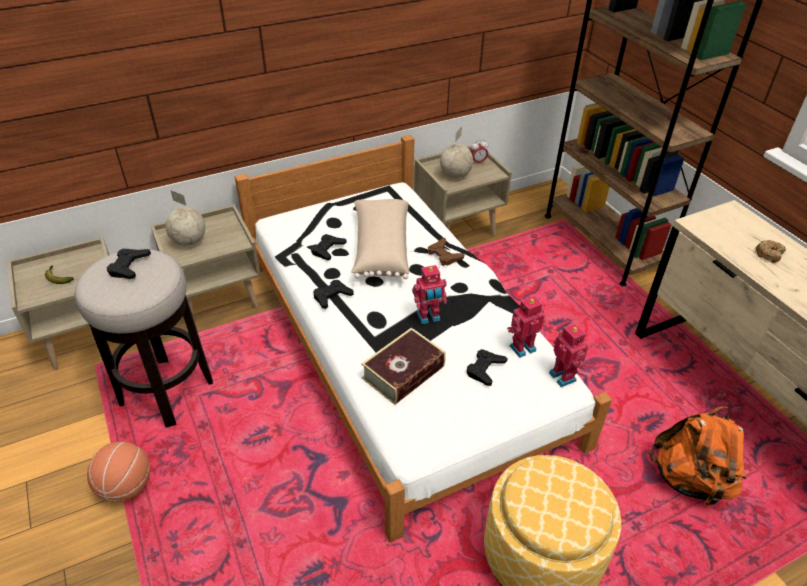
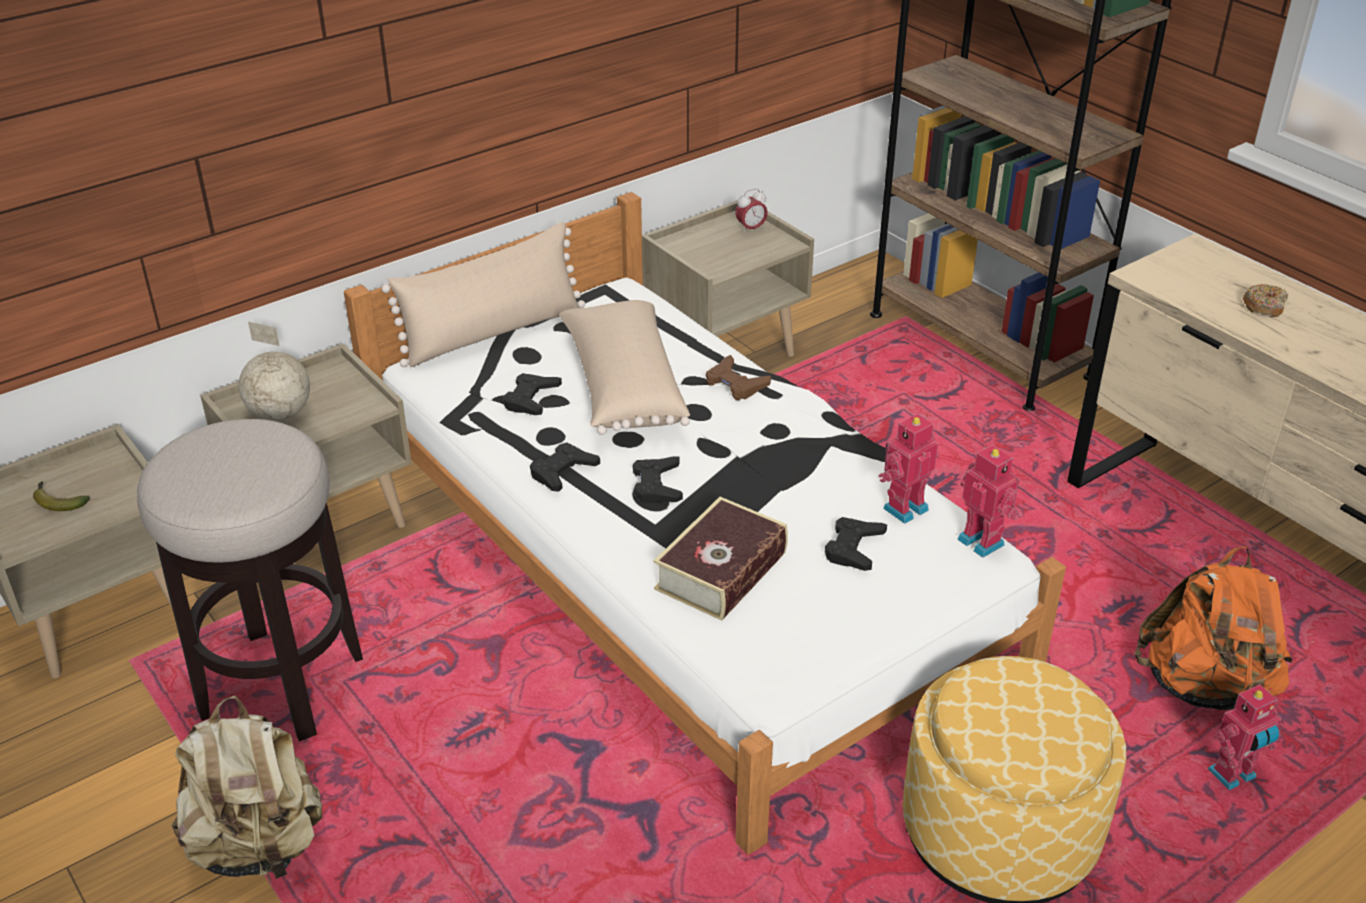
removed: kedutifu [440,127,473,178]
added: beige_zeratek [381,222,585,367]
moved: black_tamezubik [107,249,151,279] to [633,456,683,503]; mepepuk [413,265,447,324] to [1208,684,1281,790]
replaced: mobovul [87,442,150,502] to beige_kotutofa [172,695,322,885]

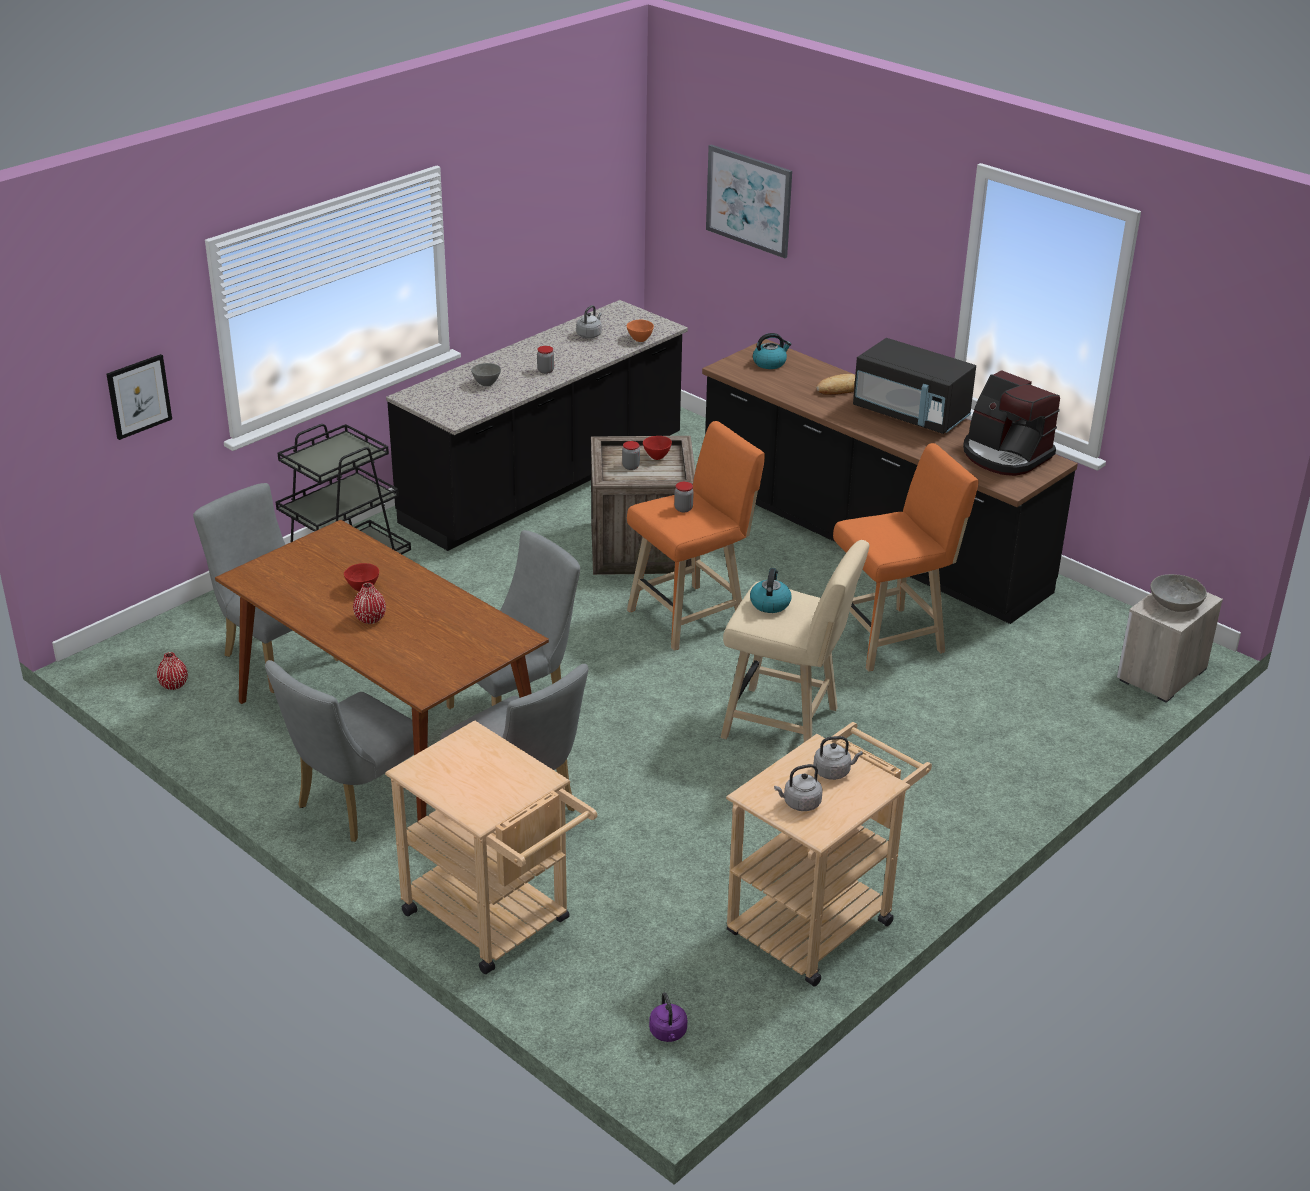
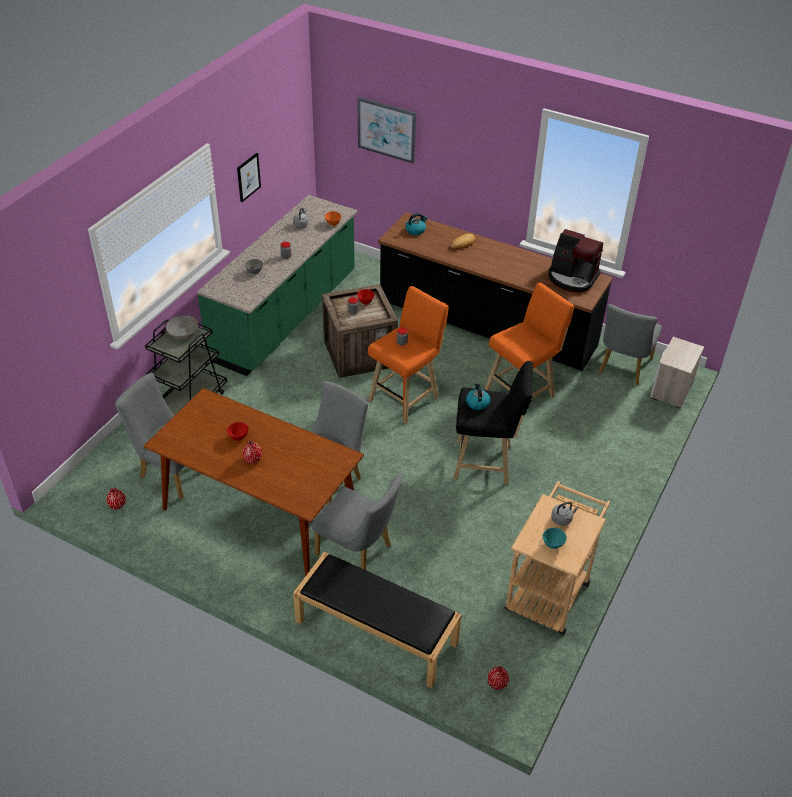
removed: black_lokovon [853,338,976,434]
moved: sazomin [106,354,172,440] to [237,153,261,202]; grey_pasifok [1150,574,1207,612] to [166,316,198,340]; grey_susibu [265,660,414,842] to [599,304,662,385]
replaced: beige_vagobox [385,720,597,974] to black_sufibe [293,552,462,688]; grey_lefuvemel [774,764,823,811] to turquoise_pasifok [543,528,567,549]; purple_lefuvemel [649,992,687,1042] to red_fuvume [488,666,509,690]
recoloured: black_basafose [386,300,688,551] to green_basafose [197,195,357,376]; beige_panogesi [721,540,869,742] to black_panogesi [454,361,533,485]

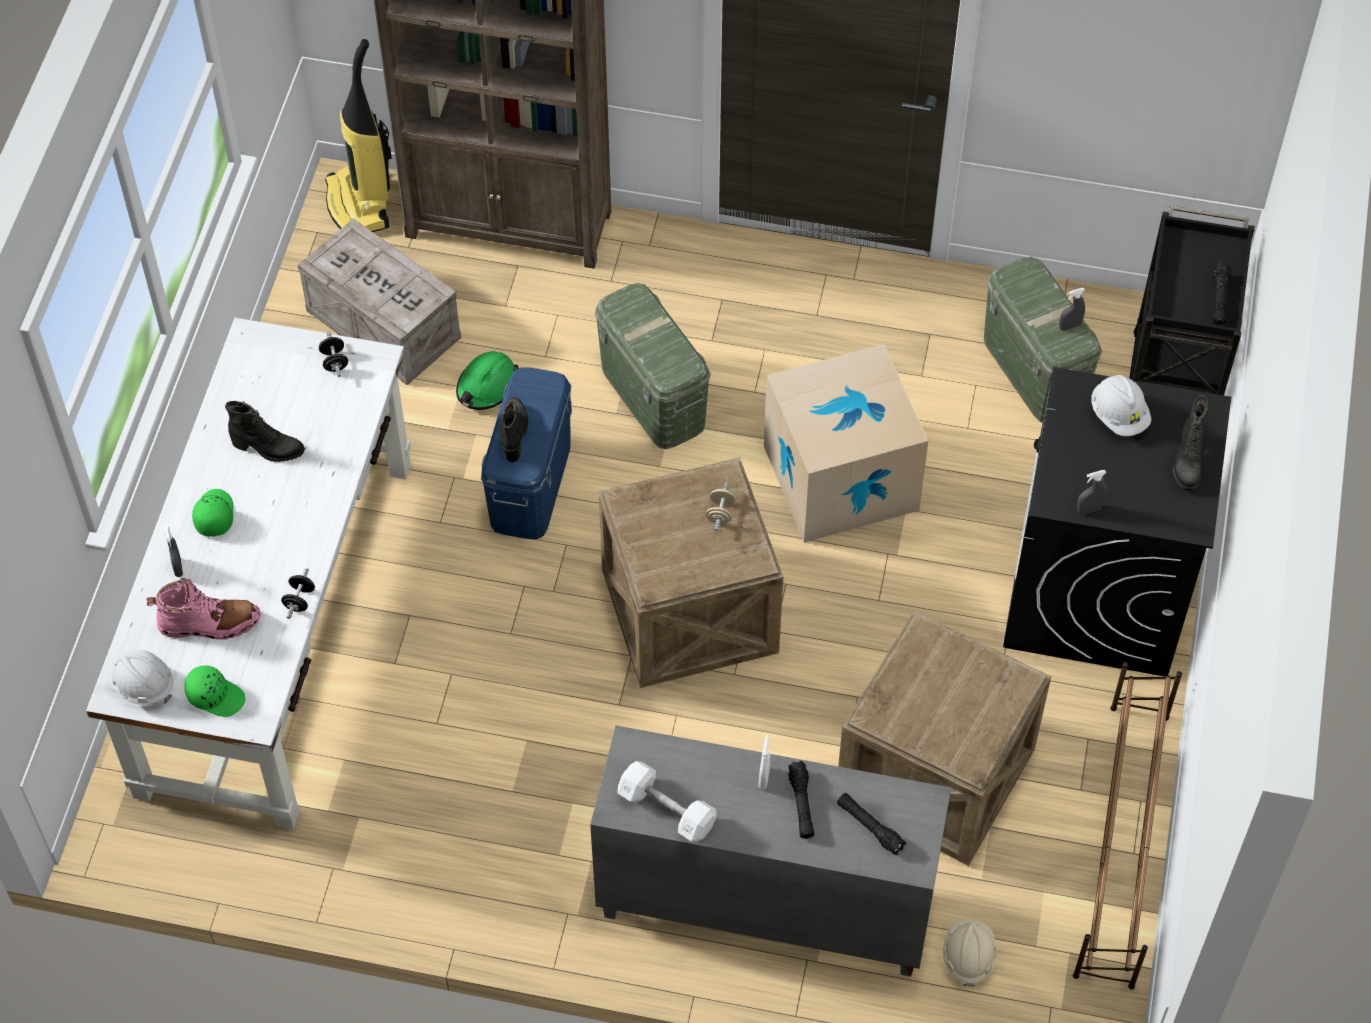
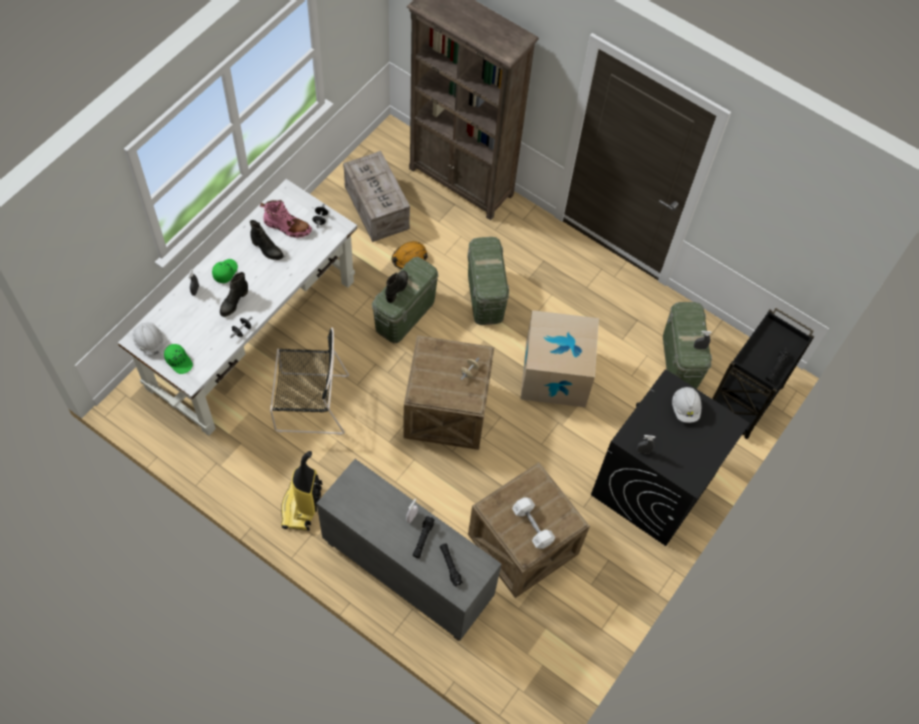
removed: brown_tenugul [1073,662,1182,990]; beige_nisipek [943,920,997,987]
added: black_susibu [270,327,349,435]
moved: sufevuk [325,39,392,232] to [281,451,322,531]; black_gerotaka [1173,395,1209,491] to [220,272,248,317]; pink_gerotaka [146,578,261,640] to [260,200,312,238]; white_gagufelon [618,761,717,842] to [512,497,555,549]
recoloured: green_nisipek [456,351,519,410] to orange_nisipek [391,241,428,269]; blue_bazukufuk [481,367,572,539] to green_bazukufuk [372,257,438,343]

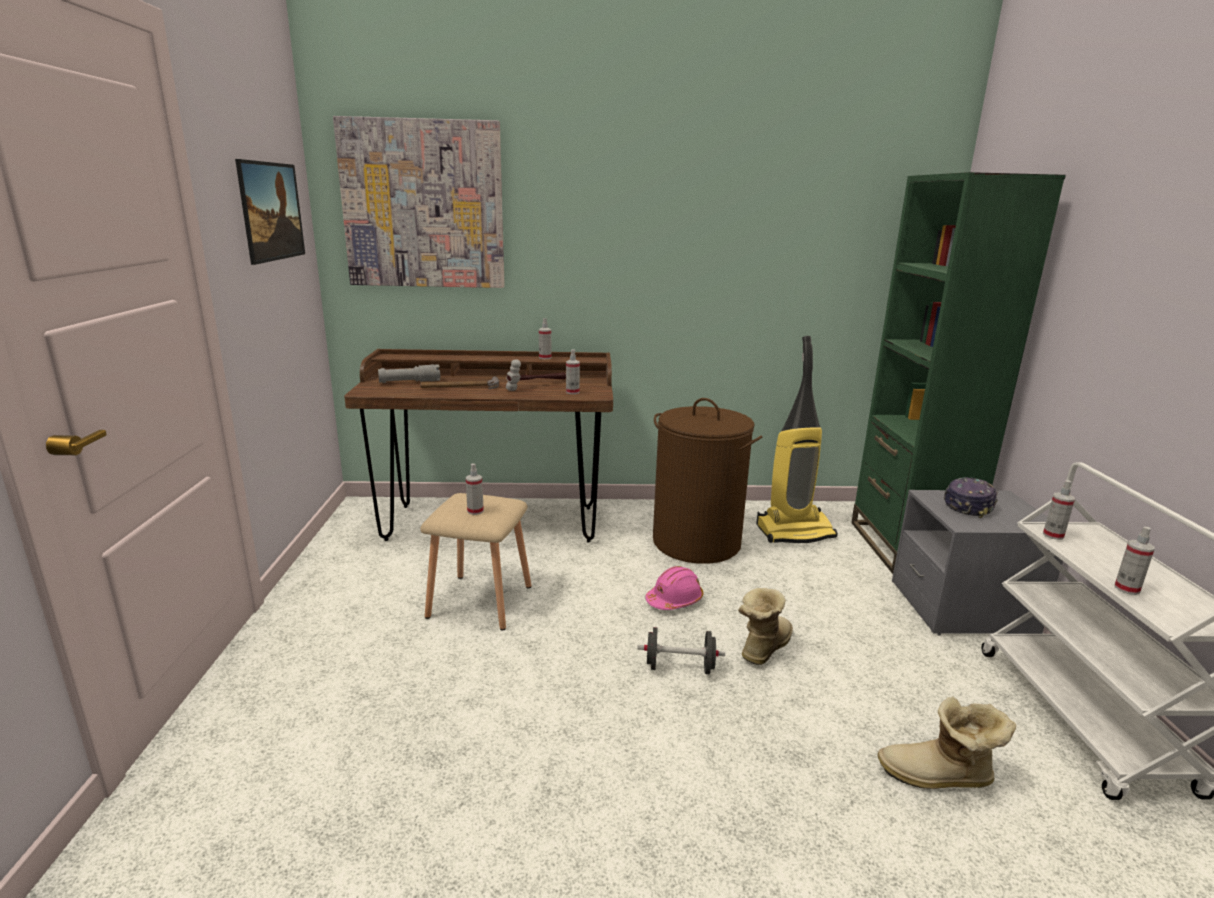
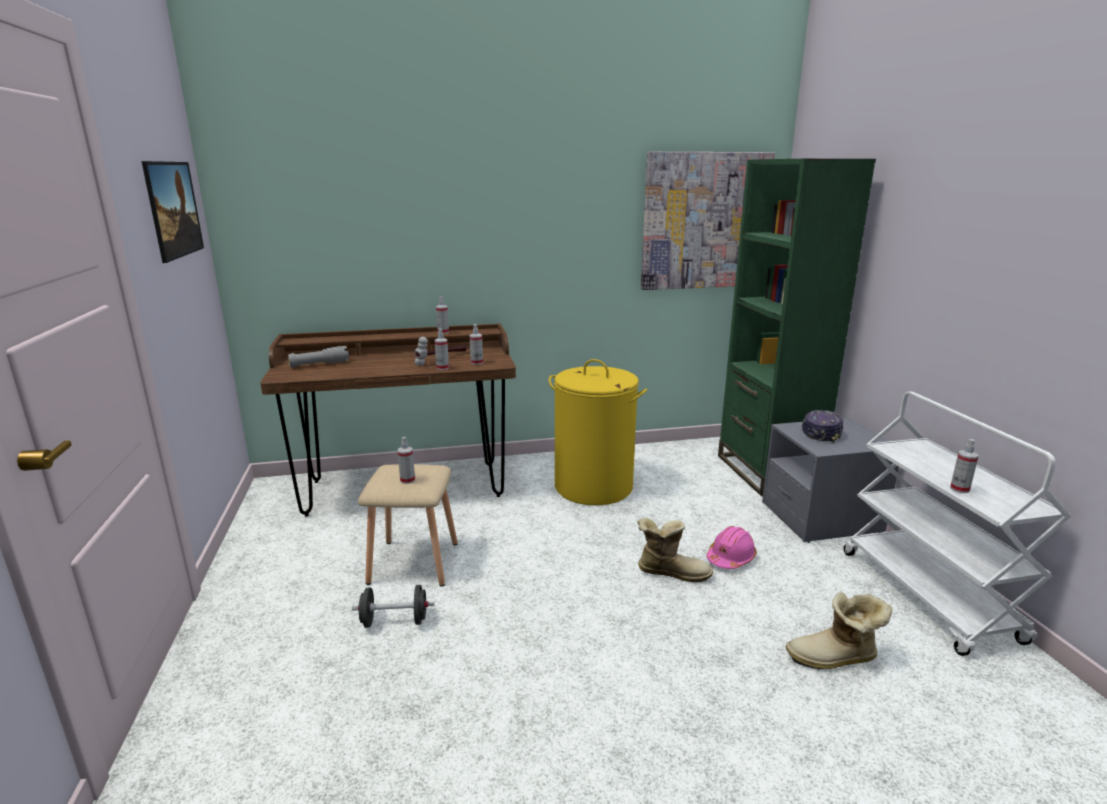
removed: sufevuk [756,336,837,543]; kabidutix [420,377,499,389]
moved: sazomin [333,116,505,288] to [641,152,775,290]; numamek [1043,480,1075,540] to [435,328,449,370]; pink_nisipek [645,566,703,610] to [706,526,757,569]; black_gagufelon [637,627,725,674] to [352,585,434,628]
recoloured: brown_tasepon [653,398,762,564] to yellow_tasepon [549,359,647,505]
turned: gerotaka [738,588,793,665] = [637,518,713,583] 75 degrees clockwise

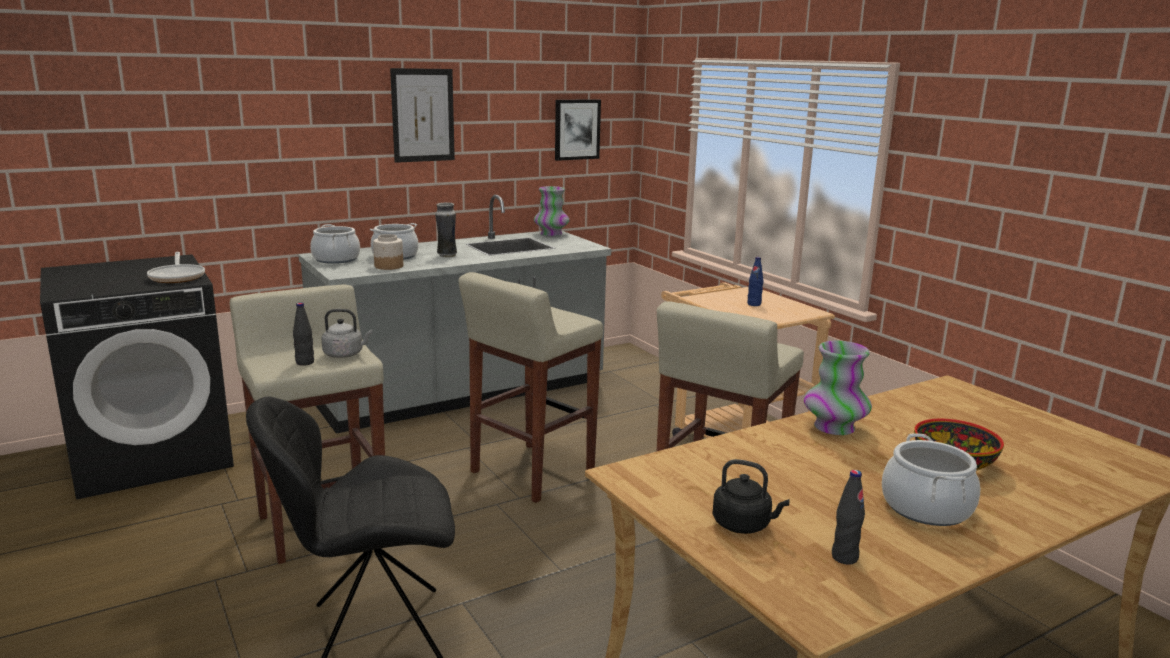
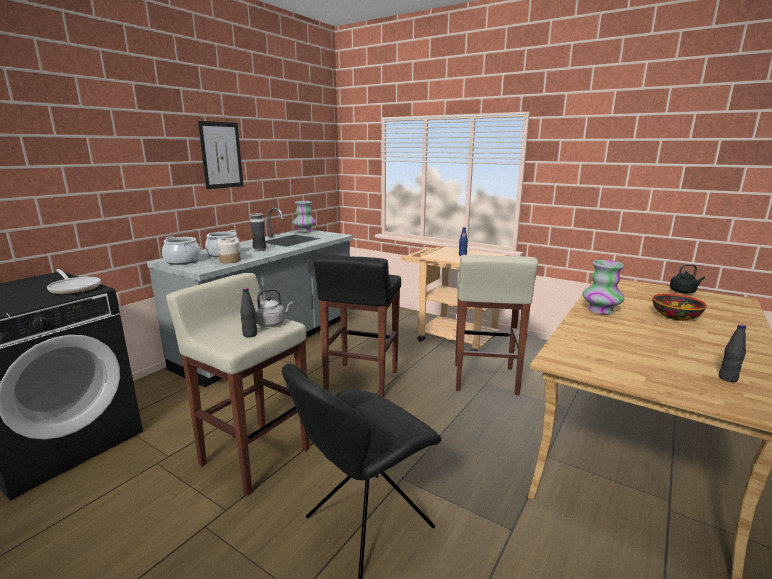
removed: sazomin [555,99,601,161]; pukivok [882,433,980,526]
moved: black_lefuvemel [712,459,790,534] to [670,264,705,294]
recoloured: beige_panogesi [458,272,603,503] to black_panogesi [313,254,401,398]

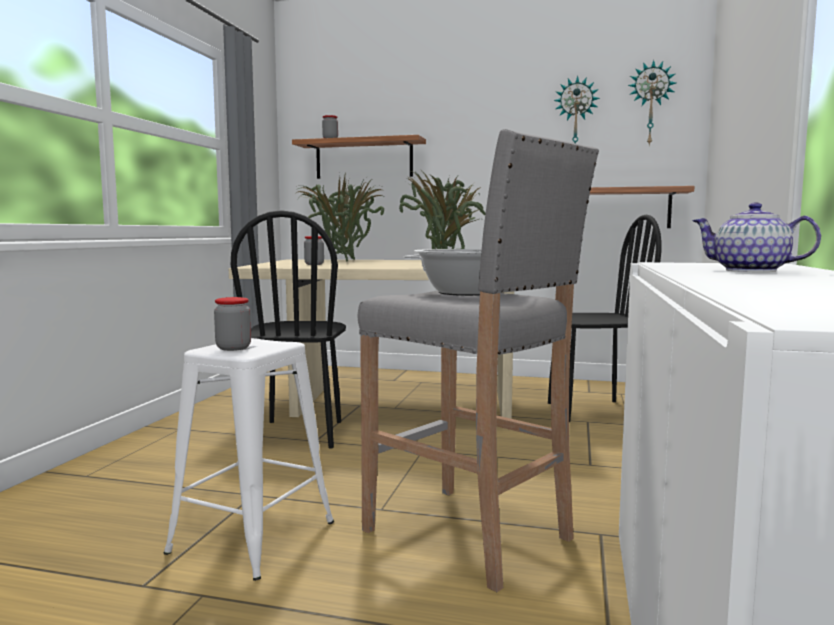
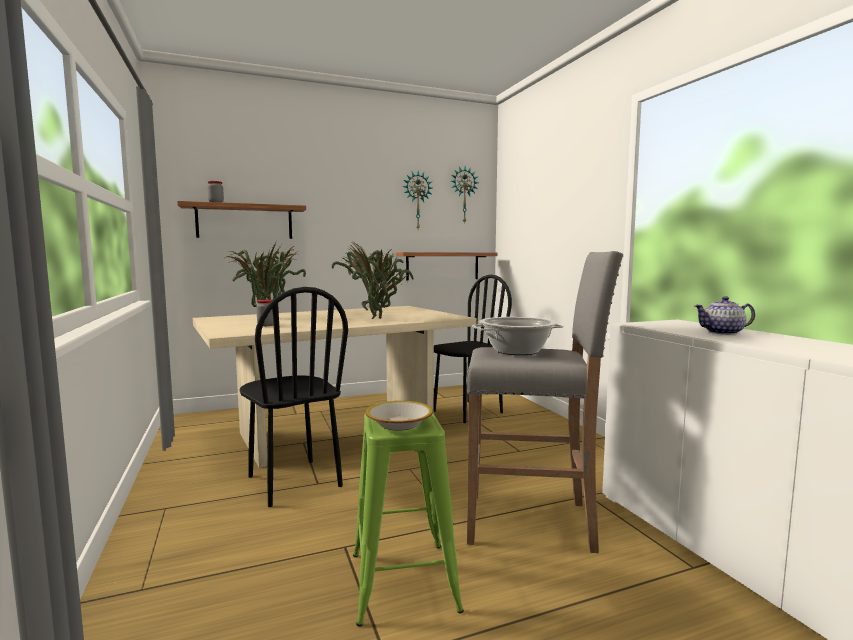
replaced: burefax [214,297,251,351] to pasifok [365,401,433,431]
recoloured: white_panogesi [164,338,334,581] to green_panogesi [353,413,464,627]

